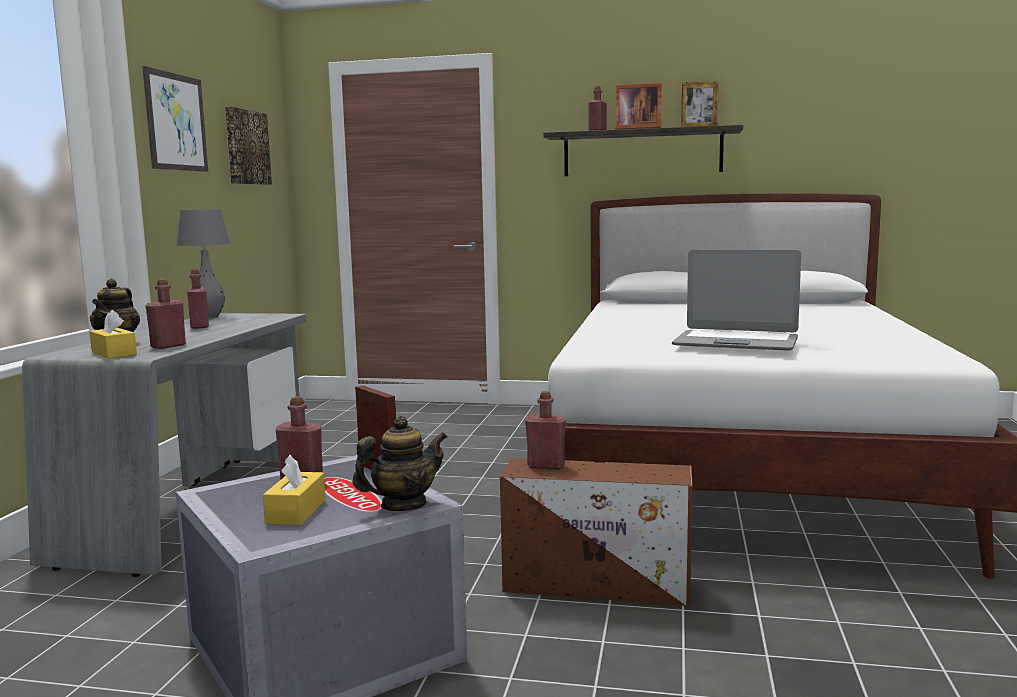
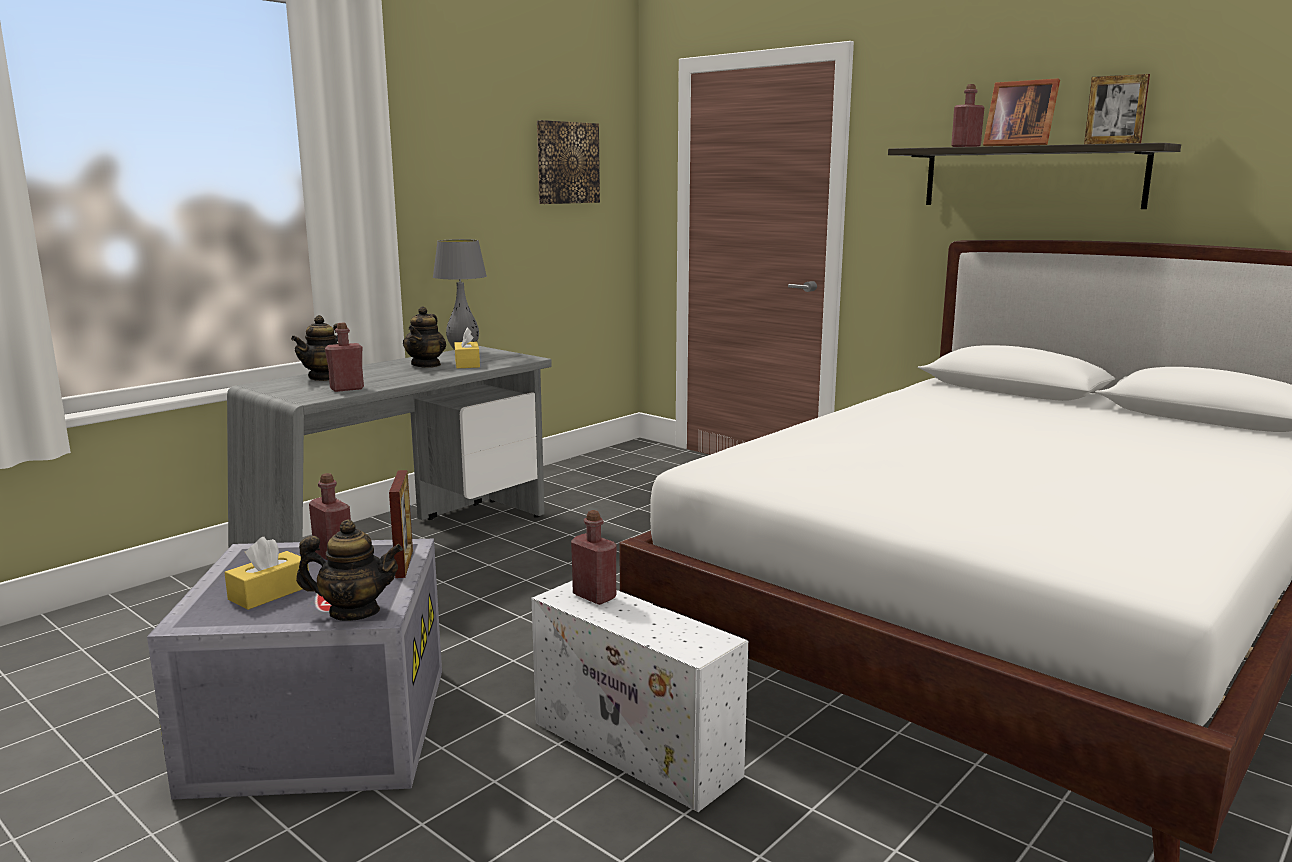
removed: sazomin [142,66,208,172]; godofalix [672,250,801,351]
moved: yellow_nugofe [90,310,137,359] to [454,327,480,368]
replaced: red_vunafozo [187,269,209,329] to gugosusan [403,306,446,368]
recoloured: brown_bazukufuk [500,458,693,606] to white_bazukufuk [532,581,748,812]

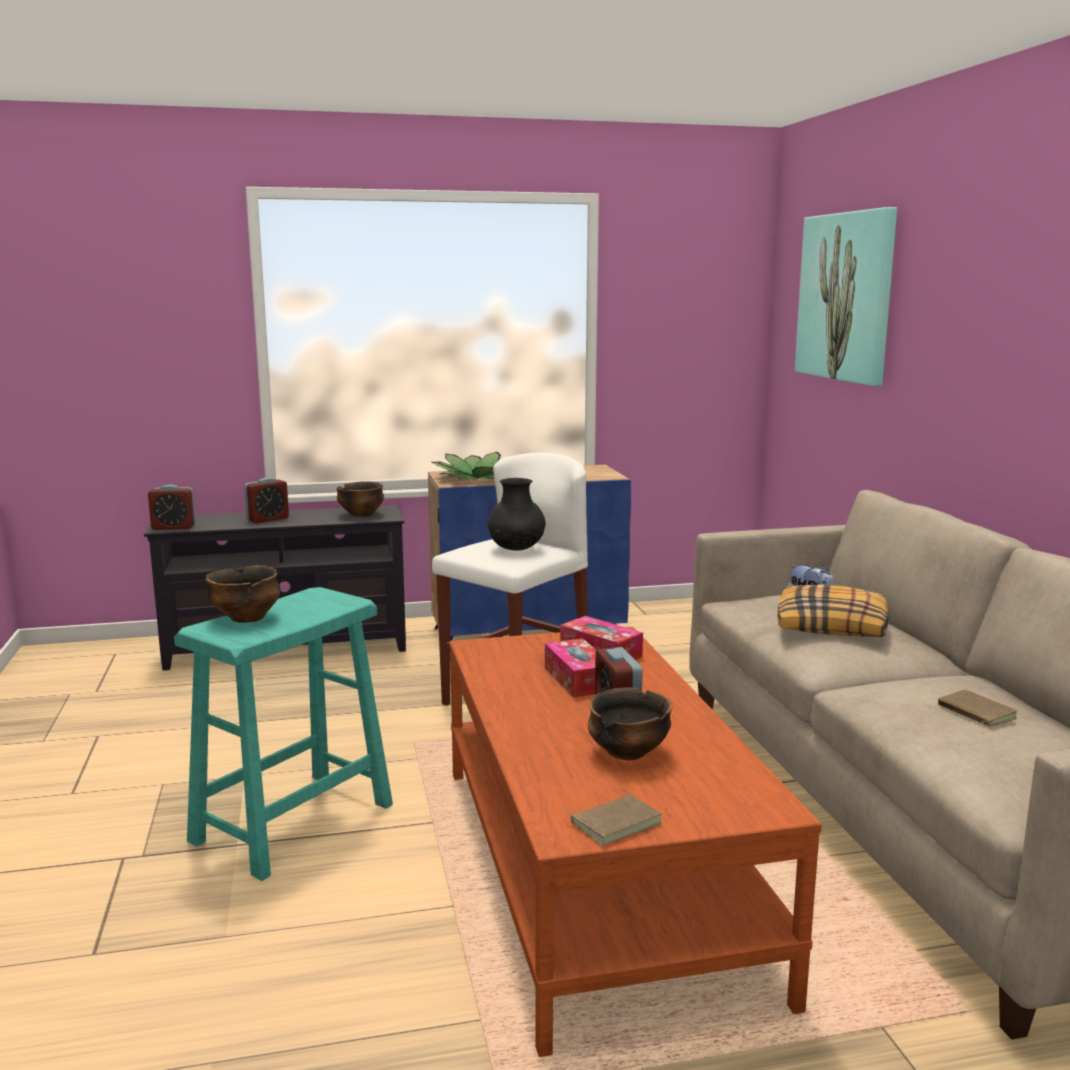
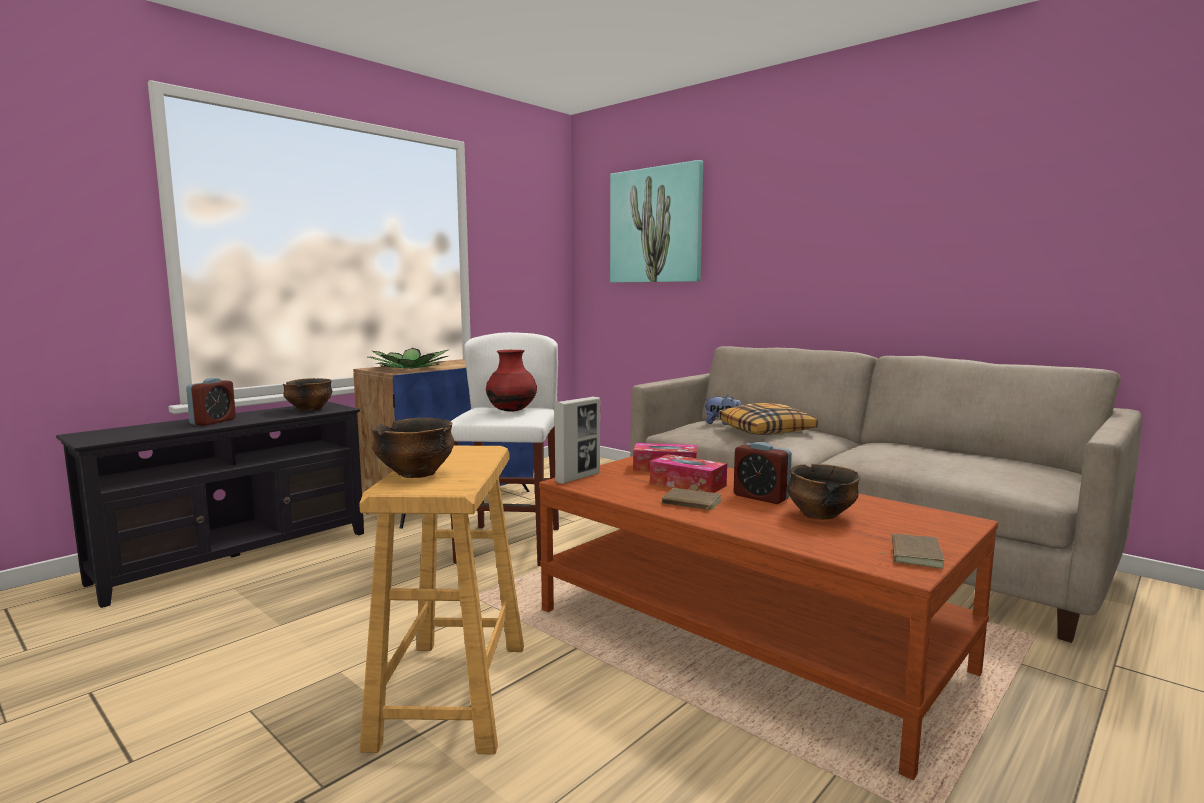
removed: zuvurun [148,484,196,530]
added: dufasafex [554,397,600,484]
moved: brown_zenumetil [938,690,1017,727] to [662,488,722,510]
recoloured: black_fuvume [487,478,546,551] to red_fuvume [486,350,537,412]; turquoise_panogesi [174,587,393,881] to beige_panogesi [359,446,524,754]

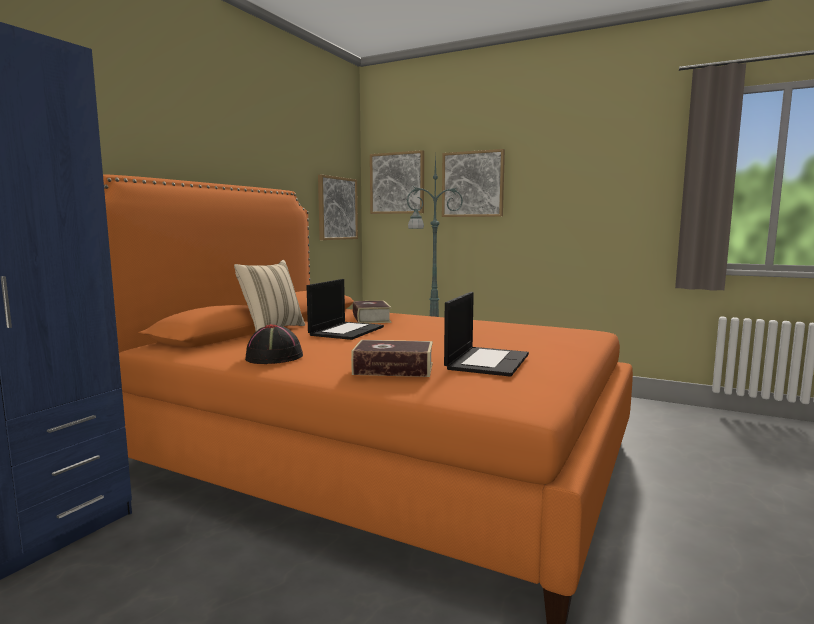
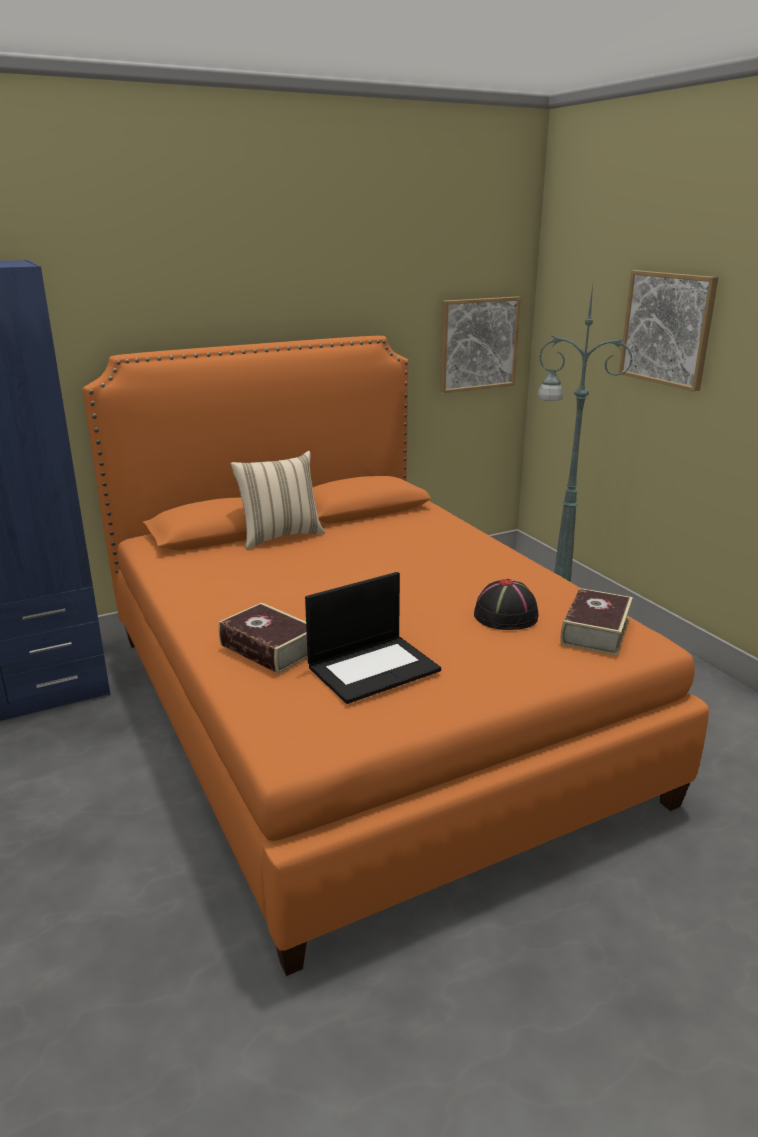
removed: sazomin [370,150,424,214]; godofalix [307,279,384,340]
moved: zenumetil [353,300,392,324] to [561,588,633,656]; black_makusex [245,324,303,364] to [474,579,539,630]

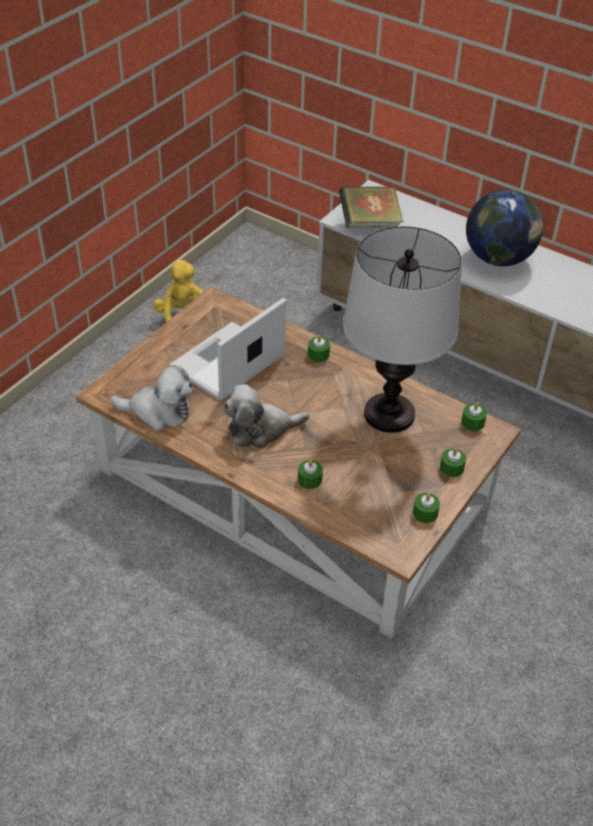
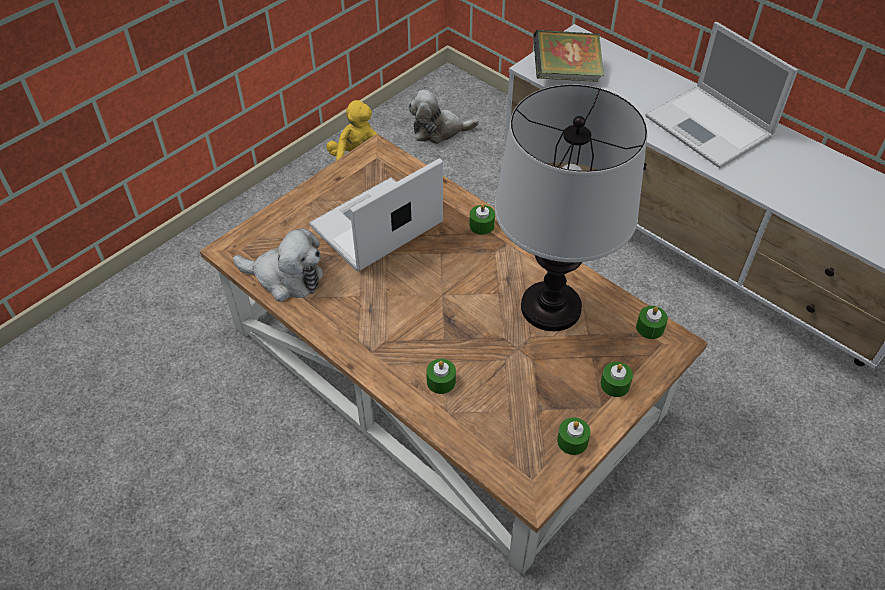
moved: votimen [224,384,309,448] to [408,90,479,144]
replaced: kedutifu [466,190,543,266] to godofalix [646,22,798,168]

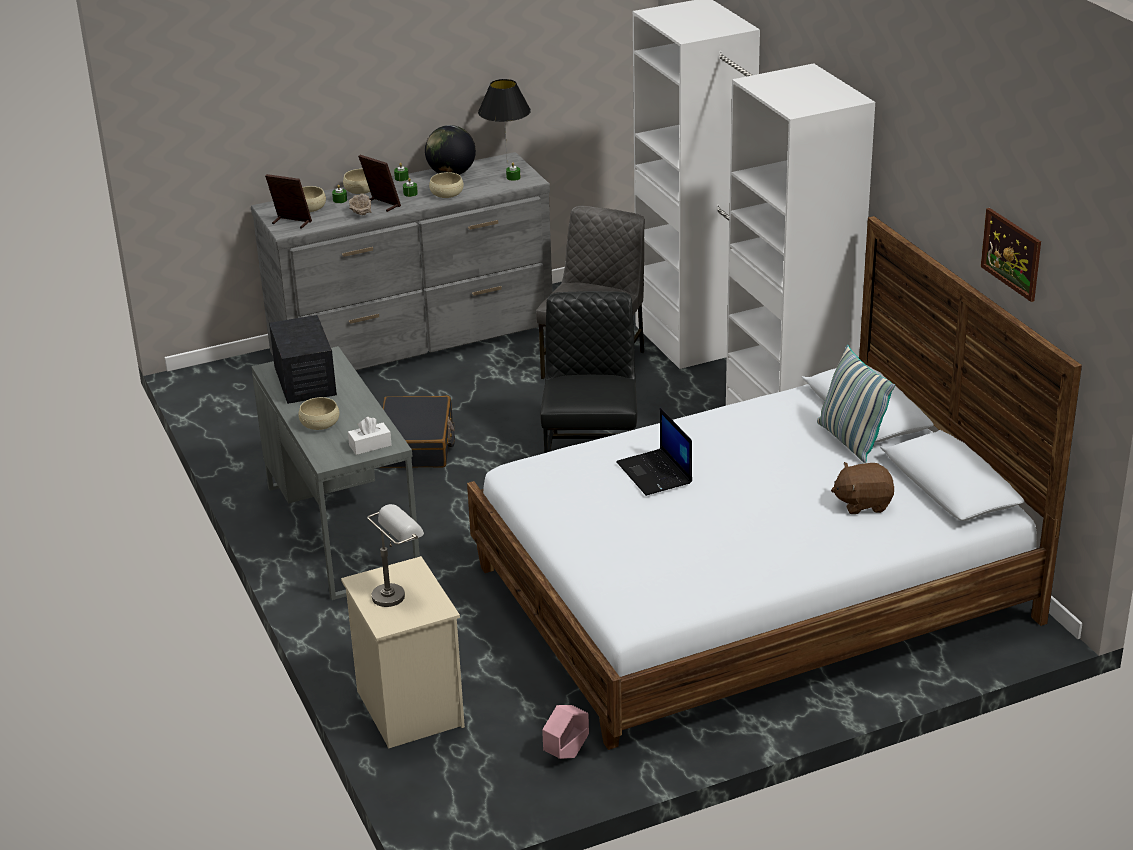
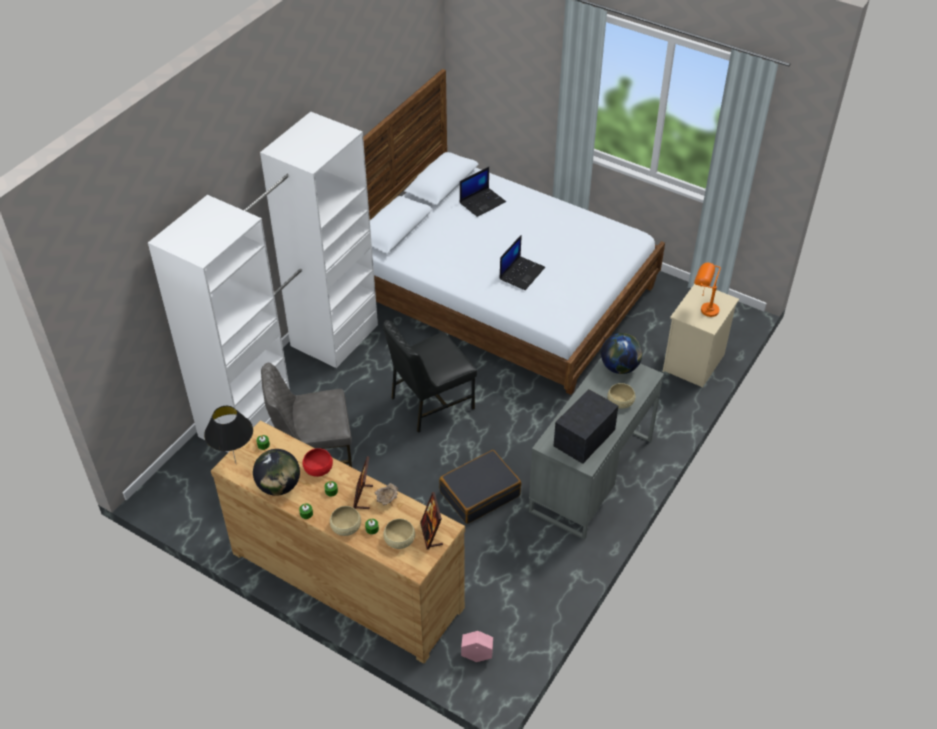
removed: sazomin [981,208,1041,302]; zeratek [817,345,895,463]
moved: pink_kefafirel [542,705,589,759] to [461,631,493,662]
replaced: white_nugofe [348,417,392,455] to kedutifu [601,333,643,374]; brown_votimen [831,462,894,514] to godofalix [460,167,506,217]
recoloured: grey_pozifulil [251,152,552,370] to brown_pozifulil [211,421,465,664]; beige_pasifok [429,172,464,198] to red_pasifok [302,448,333,477]; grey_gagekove [367,504,424,607] to orange_gagekove [694,263,721,317]

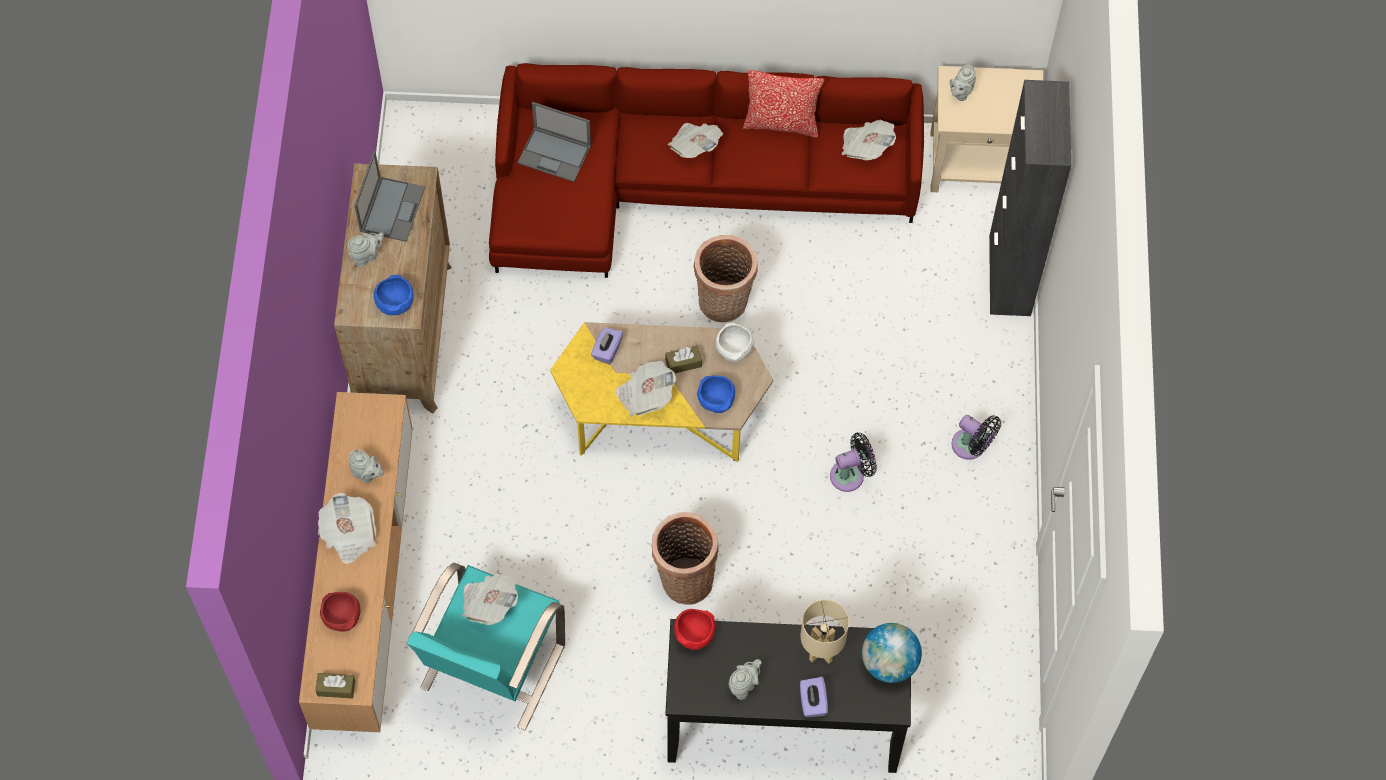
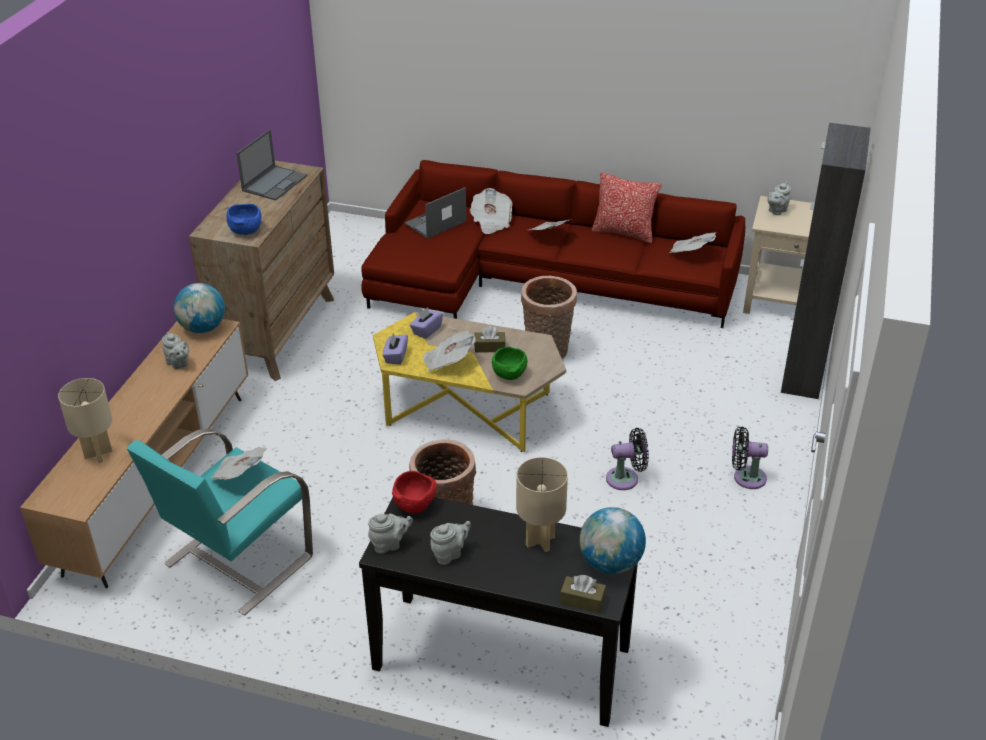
removed: white_pasifok [716,323,754,362]
added: kedutifu [174,283,225,333]
moved: grey_gugosusan [347,232,384,267] to [368,514,413,554]; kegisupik [318,493,376,564] to [470,188,513,234]; brown_nugofe [315,673,355,699] to [560,575,606,613]; purple_nugofe [800,677,828,717] to [383,333,408,365]
replaced: red_pasifok [320,592,360,632] to beige_gagekove [58,378,112,463]
recoloured: blue_pasifok [697,375,735,413] to green_pasifok [492,347,527,380]
turned: godofalix [518,102,591,182] = [405,187,467,239] 105 degrees clockwise; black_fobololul [951,415,1001,460] = [732,427,768,489] 135 degrees clockwise

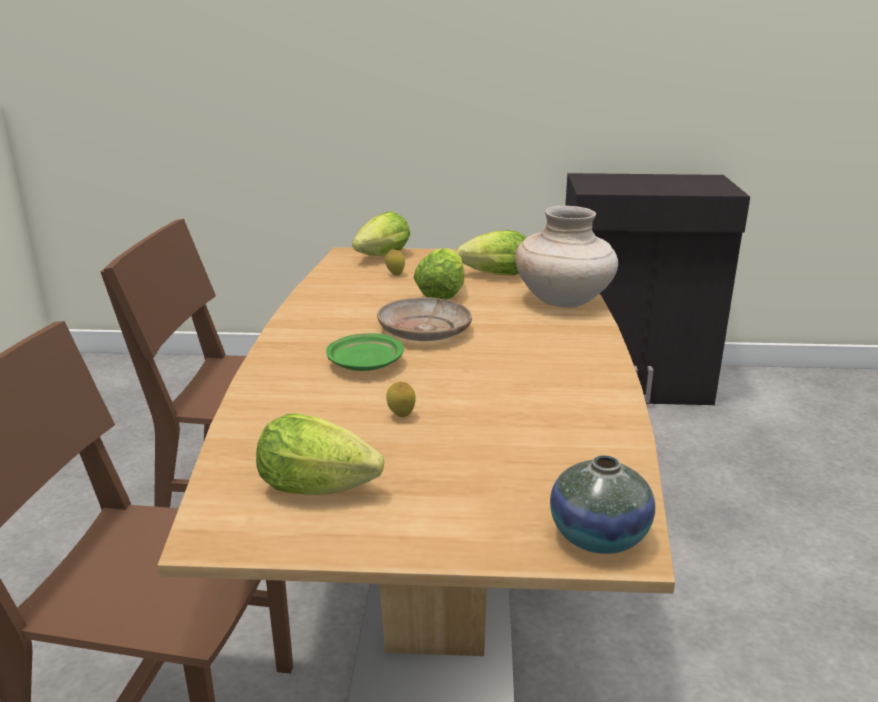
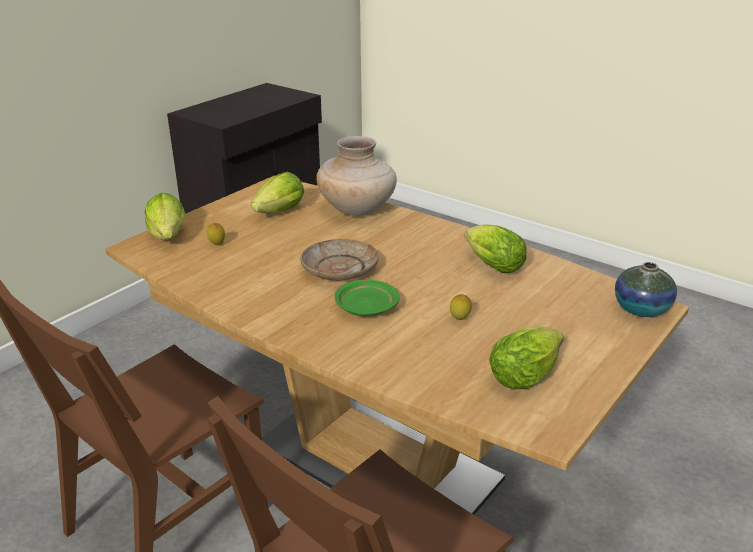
moved: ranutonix [414,248,464,300] to [464,224,527,273]

